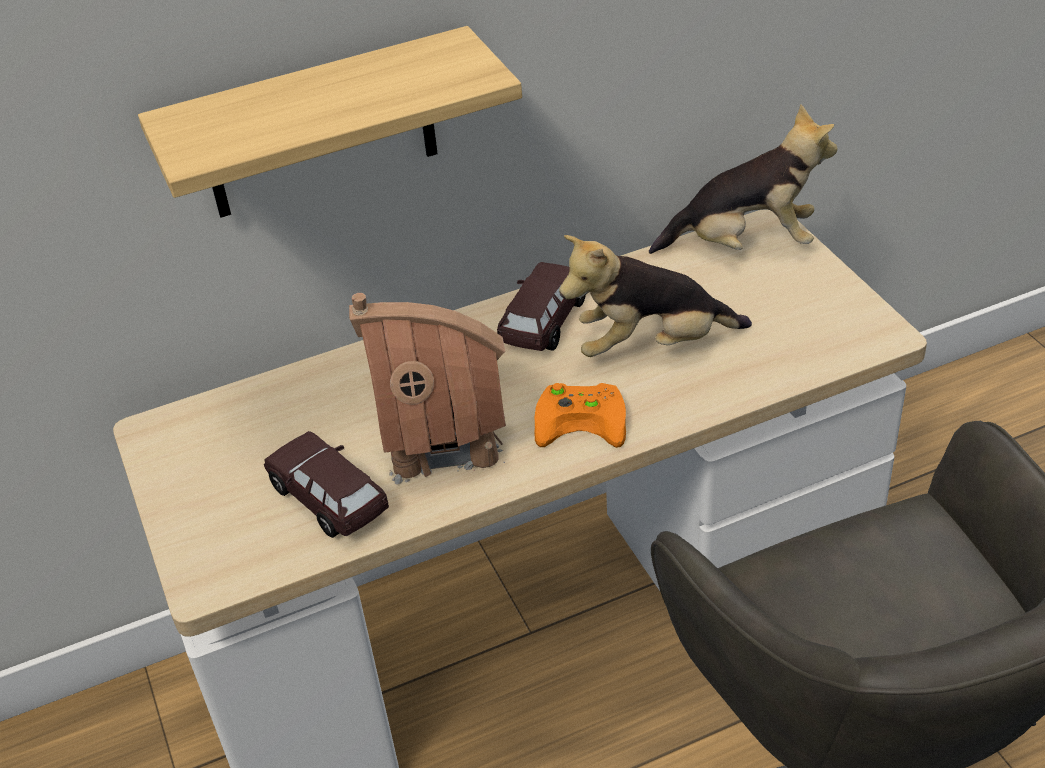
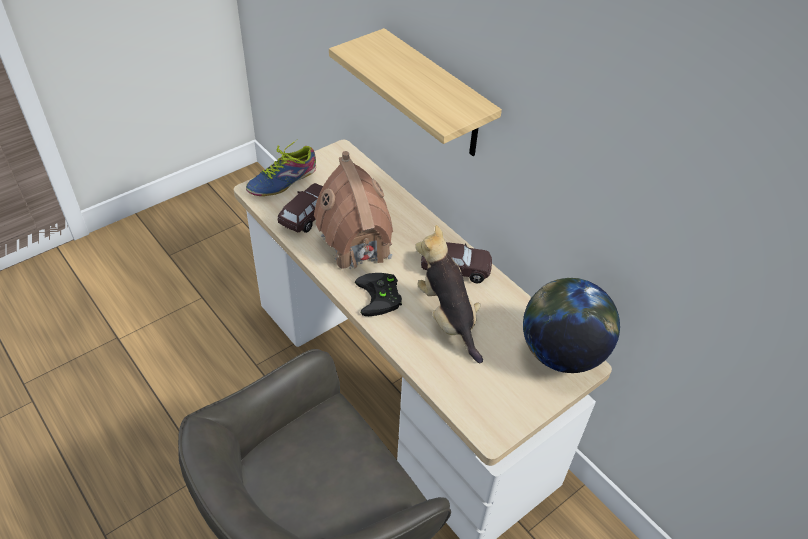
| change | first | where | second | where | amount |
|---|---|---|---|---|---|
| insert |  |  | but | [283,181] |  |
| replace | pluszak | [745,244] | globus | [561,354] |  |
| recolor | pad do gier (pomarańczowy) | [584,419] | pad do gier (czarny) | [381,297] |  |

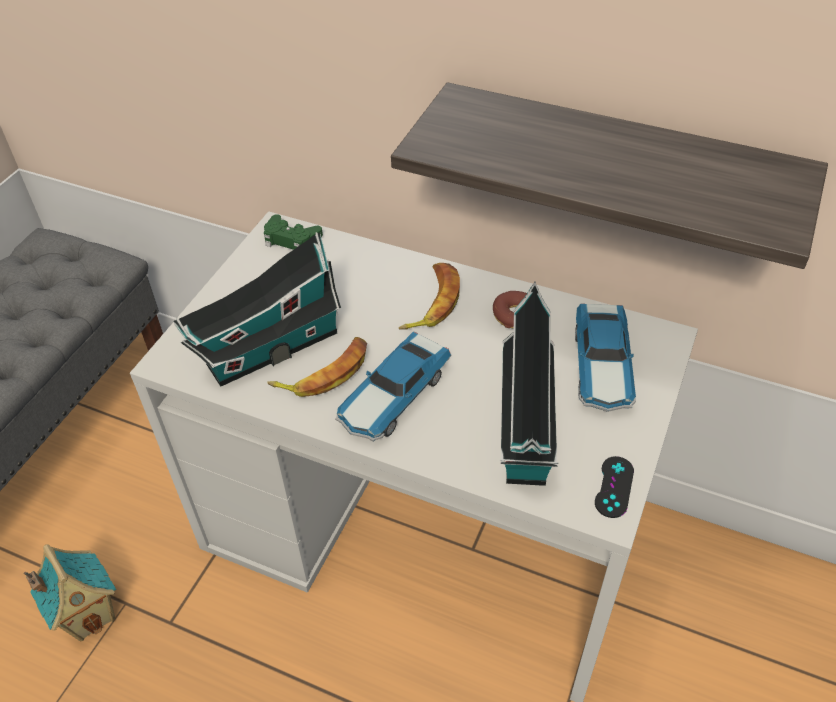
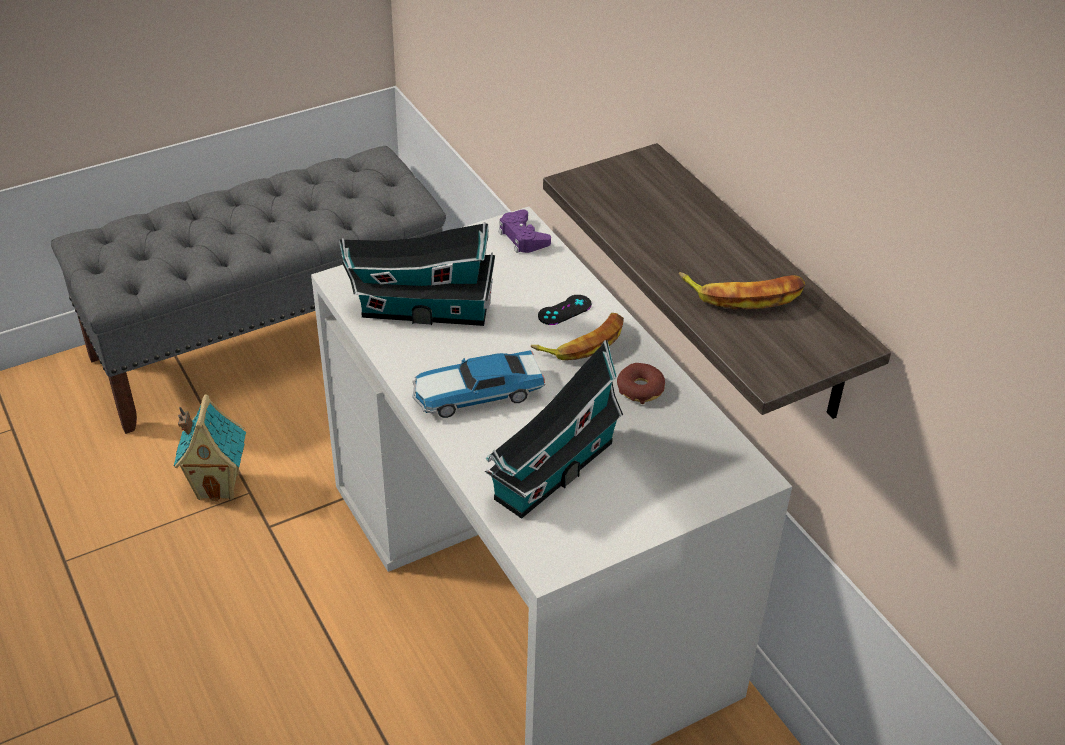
| change | first | where | second | where | amount |
|---|---|---|---|---|---|
| delete | samochodzik | [602,367] |  |  |  |
| move | banan | [325,372] |  | [744,294] |  |
| move | pad do gier (czarny) | [614,487] |  | [564,310] |  |
| recolor | pad do gier (zielony) | [291,240] | pad do gier (fioletowy) | [523,237] |  |

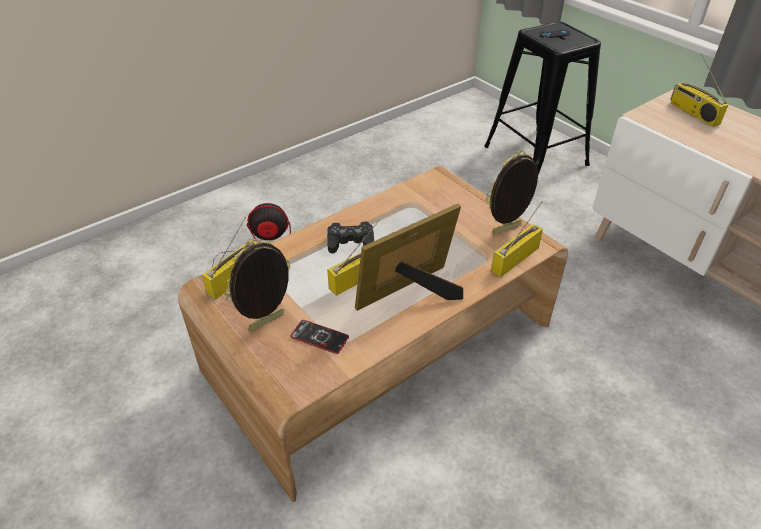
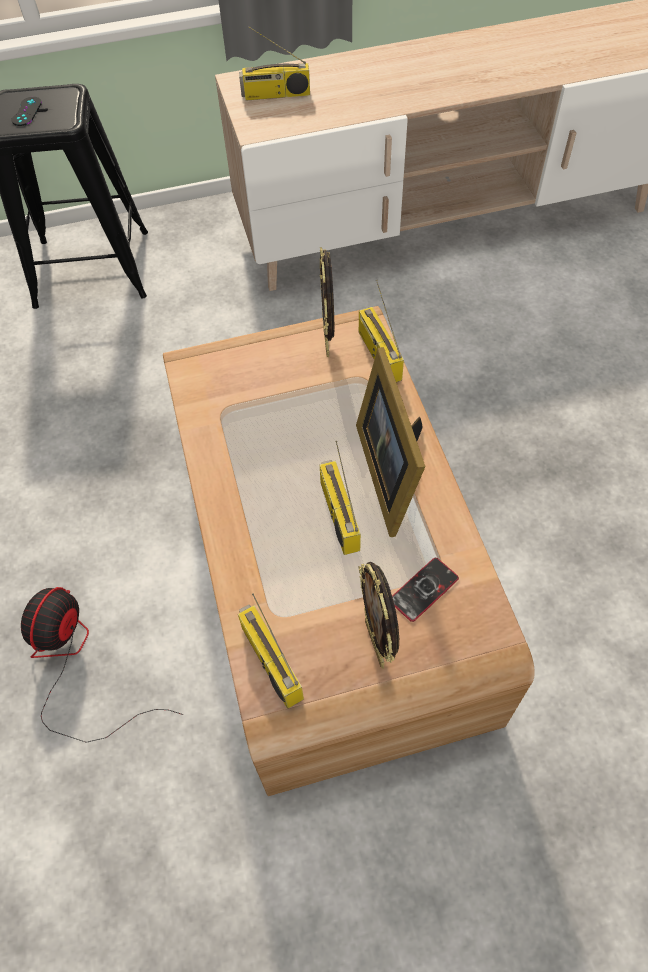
| change | first | where | second | where | amount |
|---|---|---|---|---|---|
| delete | pad do gier (czarny) | [350,242] |  |  |  |

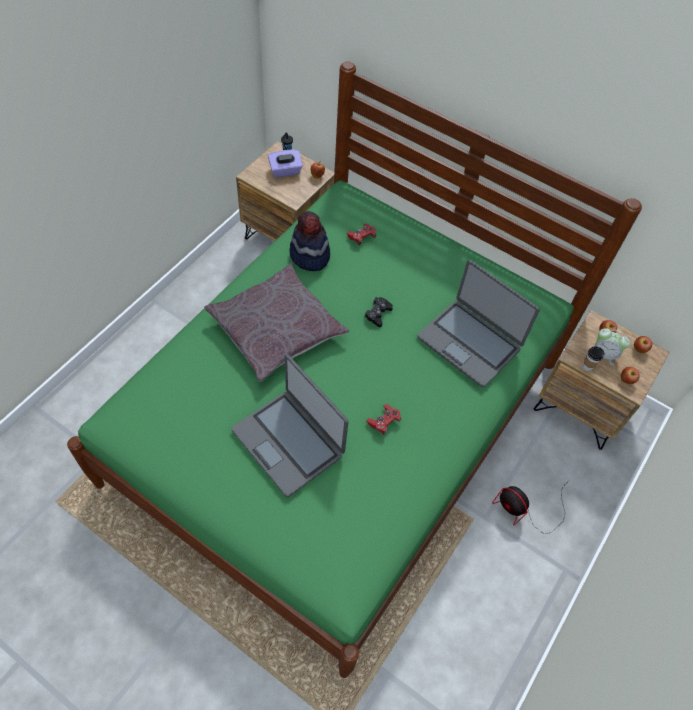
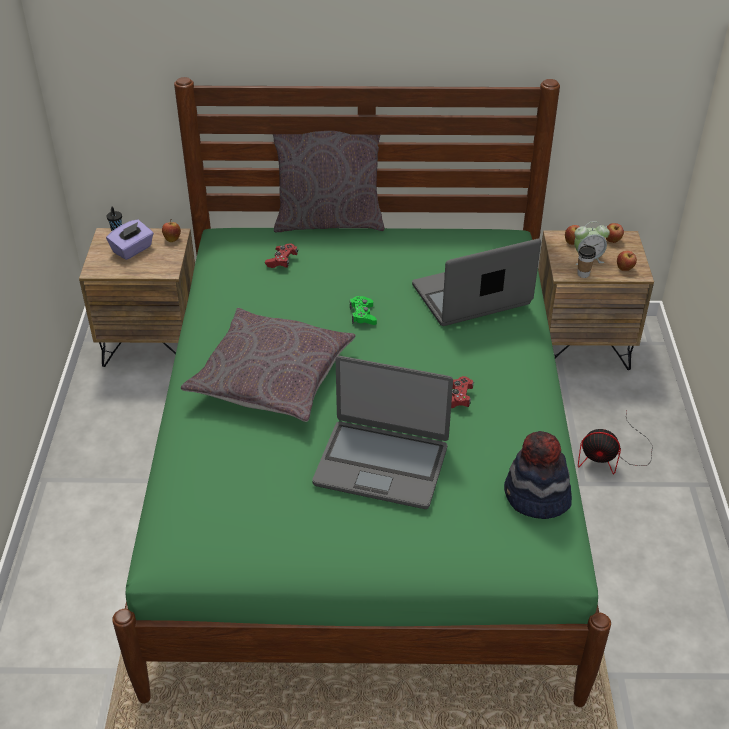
| change | first | where | second | where | amount |
|---|---|---|---|---|---|
| insert |  |  | poduszka (szary) | [329,221] |  |
| move | kapelusz | [309,256] |  | [536,497] |  |
| recolor | pad do gier (czarny) | [378,314] | pad do gier (zielony) | [363,315] |  |
| rotate | laptop | [469,342] |  | [472,296] | 150 degrees clockwise |

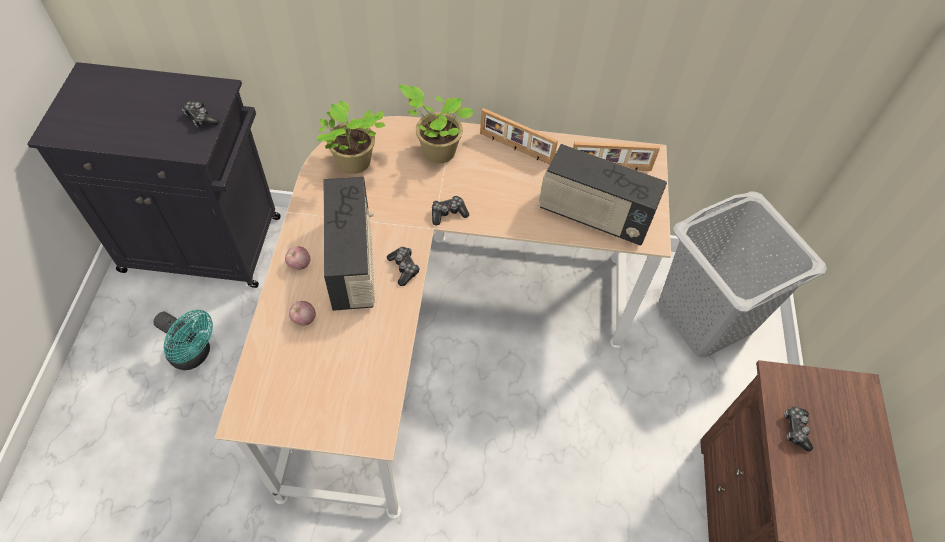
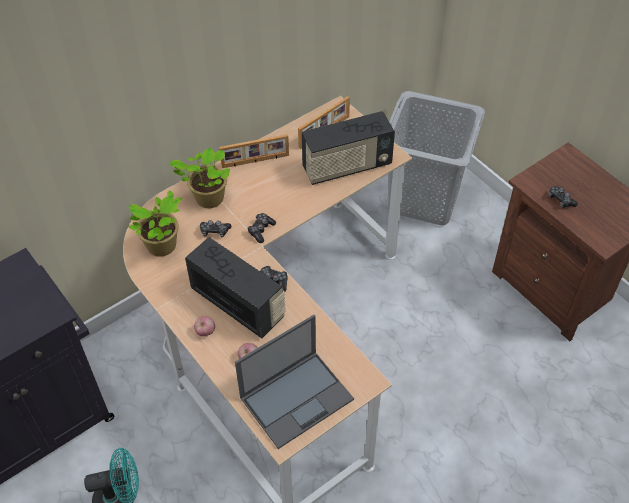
| change | first | where | second | where | amount |
|---|---|---|---|---|---|
| insert |  |  | laptop | [297,397] |  |
| move | pad do gier | [201,118] |  | [214,231] |  |

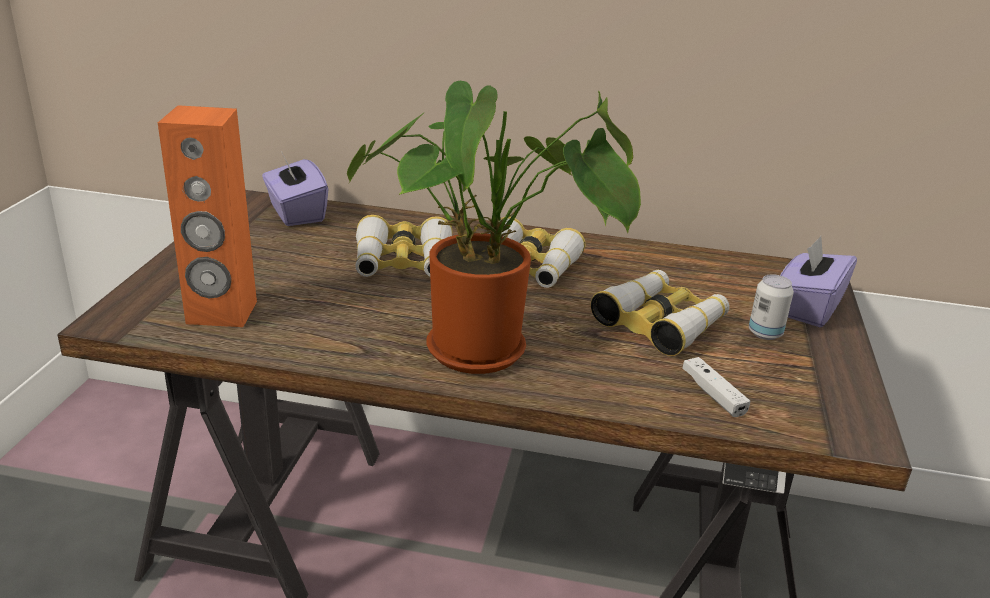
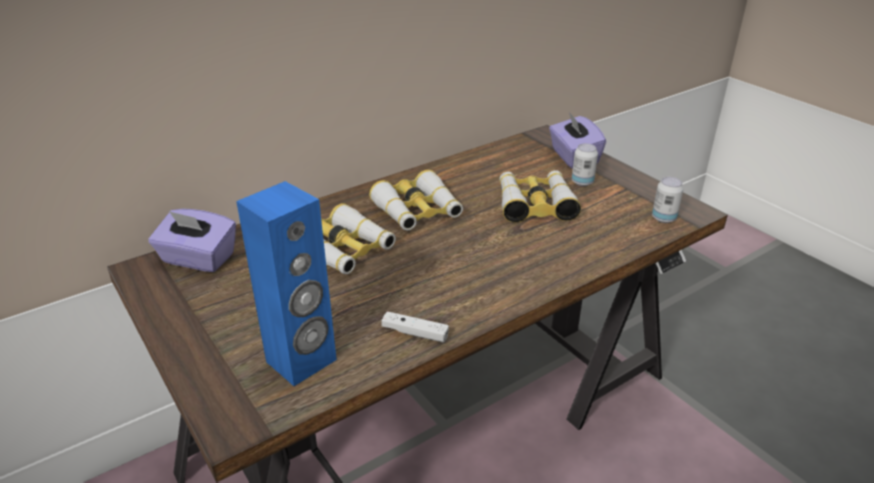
| change | first | where | second | where | amount |
|---|---|---|---|---|---|
| delete | roślina doniczkowa | [488,351] |  |  |  |
| insert |  |  | puszka | [663,218] |  |
| move | pad do gier (biały) | [713,394] |  | [415,333] |  |
| recolor | głośnik (pomarańczowy) | [221,313] | głośnik (niebieski) | [302,361] |  |

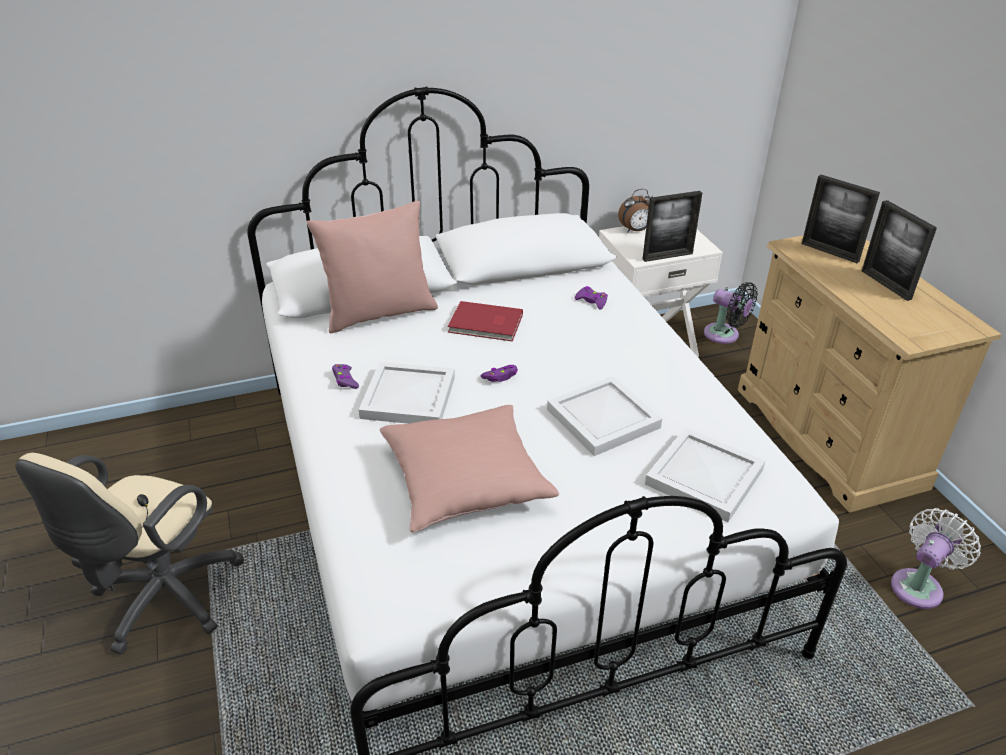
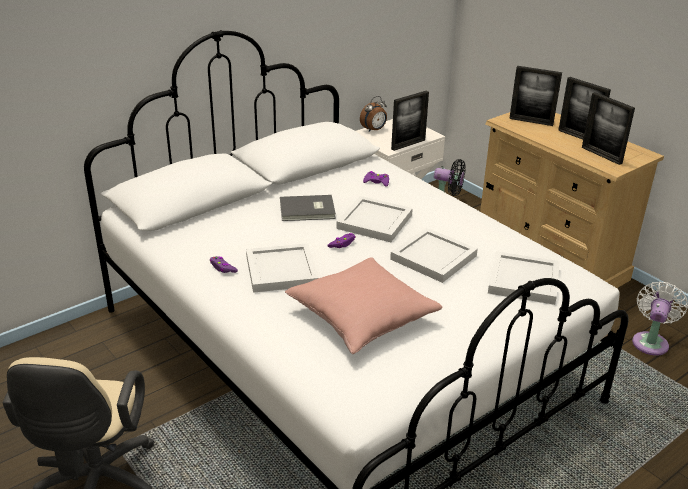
| change | first | where | second | where | amount |
|---|---|---|---|---|---|
| delete | poduszka (różowy) | [379,313] |  |  |  |
| insert |  |  | taca (biały) | [376,221] |  |
| insert |  |  | ramka na zdjęcie | [601,155] |  |
| recolor | książka (czerwony) | [486,324] | książka (szary) | [308,210] |  |

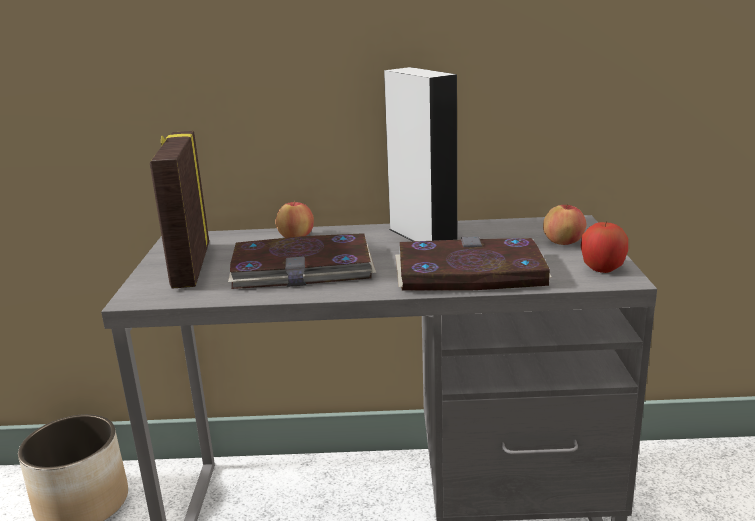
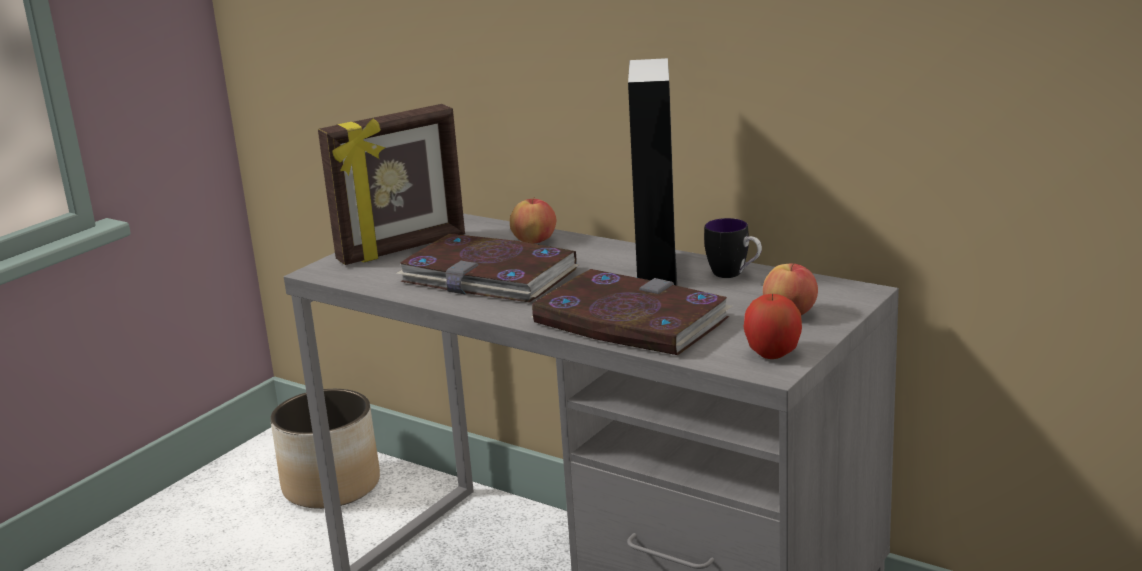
| change | first | where | second | where | amount |
|---|---|---|---|---|---|
| insert |  |  | kubek | [734,275] |  |
| rotate | ramka na zdjęcie | [189,265] |  | [402,249] | 150 degrees counterclockwise |

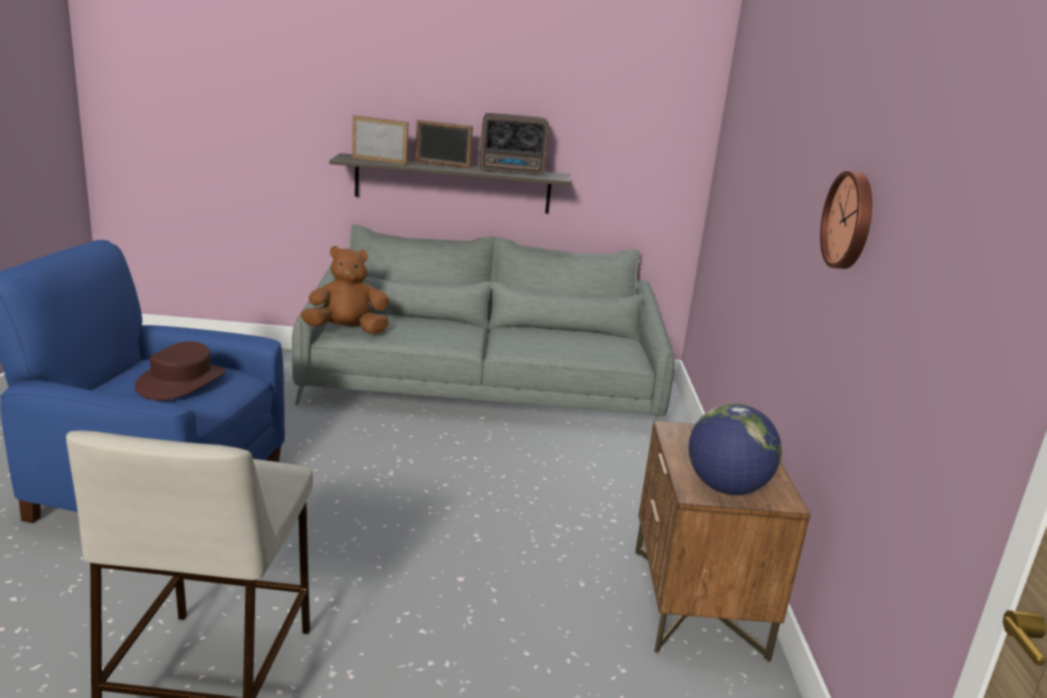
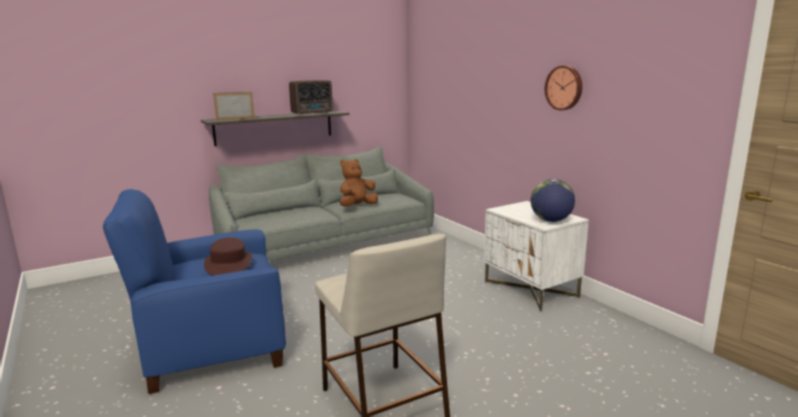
| change | first | where | second | where | amount |
|---|---|---|---|---|---|
| delete | ramka na zdjęcie | [442,164] |  |  |  |
| move | pluszak (brązowy) | [347,330] |  | [357,206] |  |
| recolor | szafka nocna (brązowy) | [697,603] | szafka nocna (biały) | [531,290] |  |

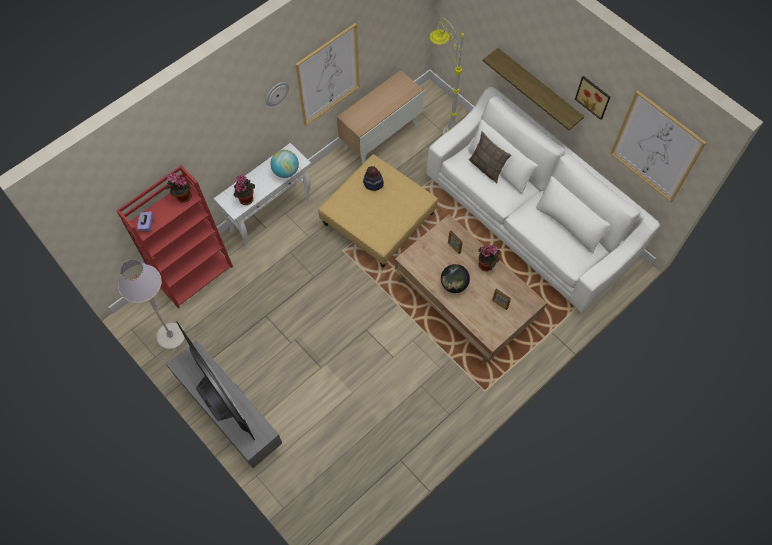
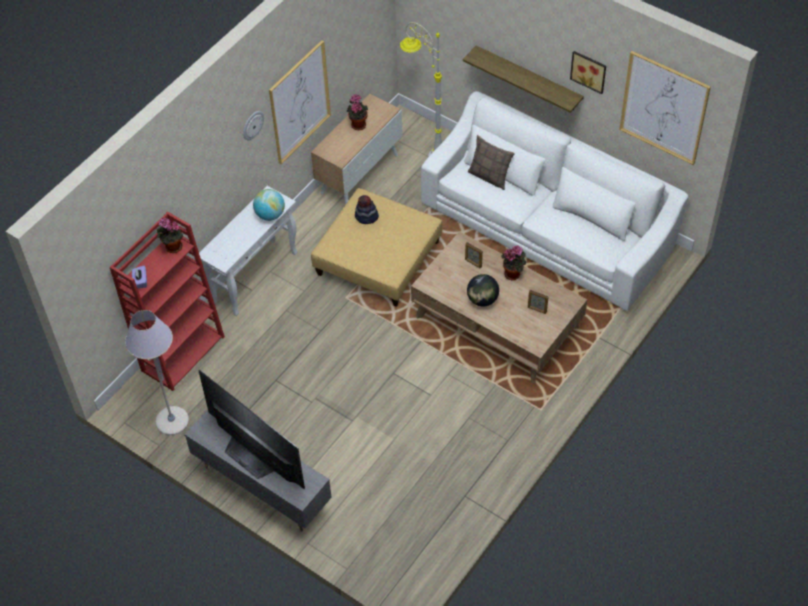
| change | first | where | second | where | amount |
|---|---|---|---|---|---|
| move | roślina doniczkowa | [246,198] |  | [358,124] |  |

